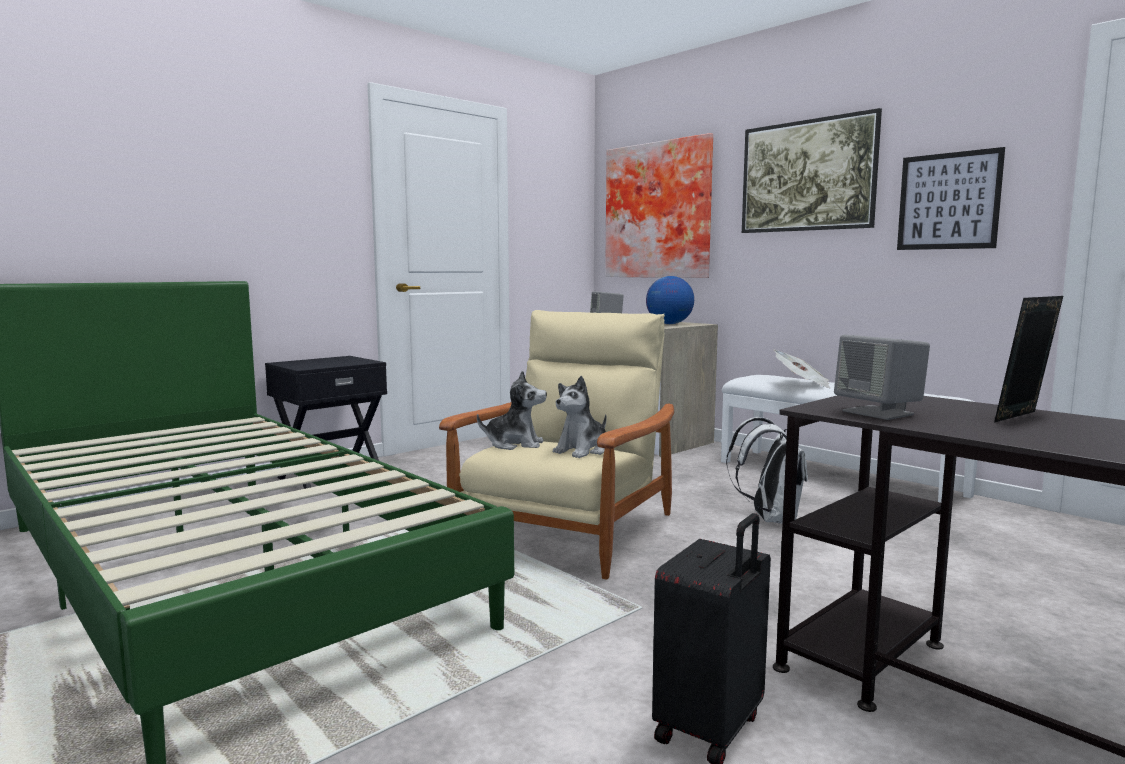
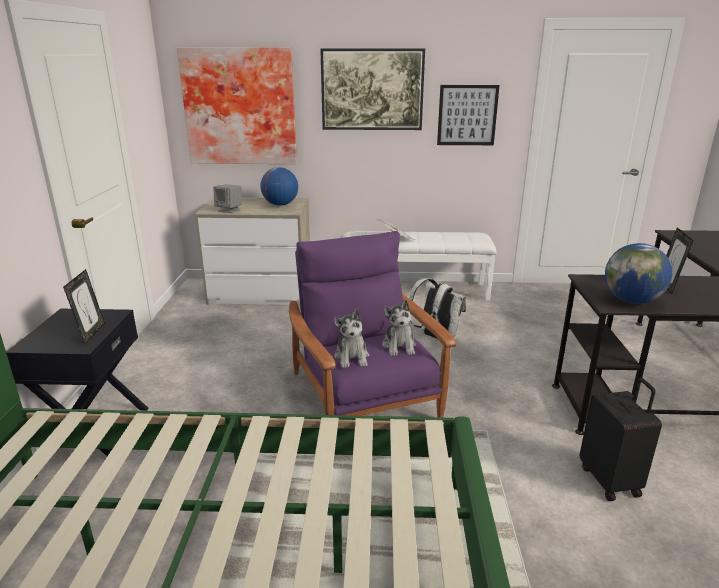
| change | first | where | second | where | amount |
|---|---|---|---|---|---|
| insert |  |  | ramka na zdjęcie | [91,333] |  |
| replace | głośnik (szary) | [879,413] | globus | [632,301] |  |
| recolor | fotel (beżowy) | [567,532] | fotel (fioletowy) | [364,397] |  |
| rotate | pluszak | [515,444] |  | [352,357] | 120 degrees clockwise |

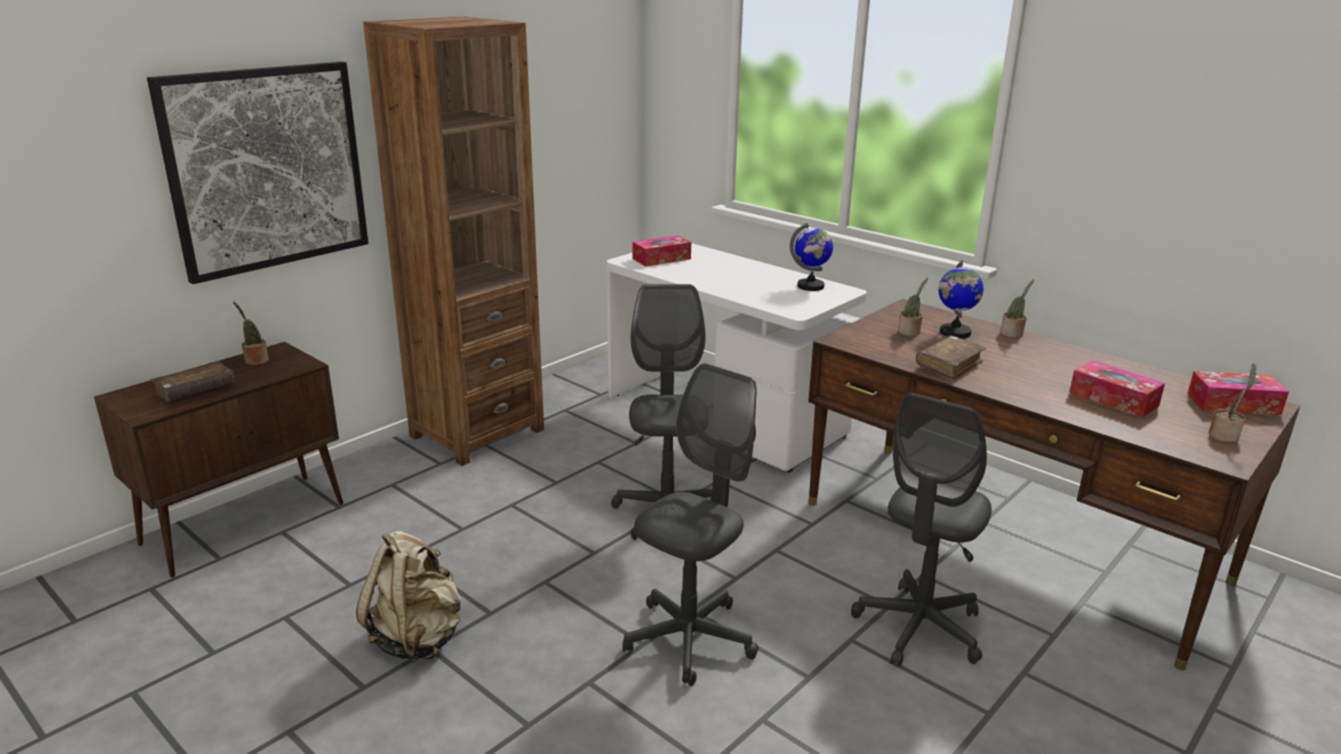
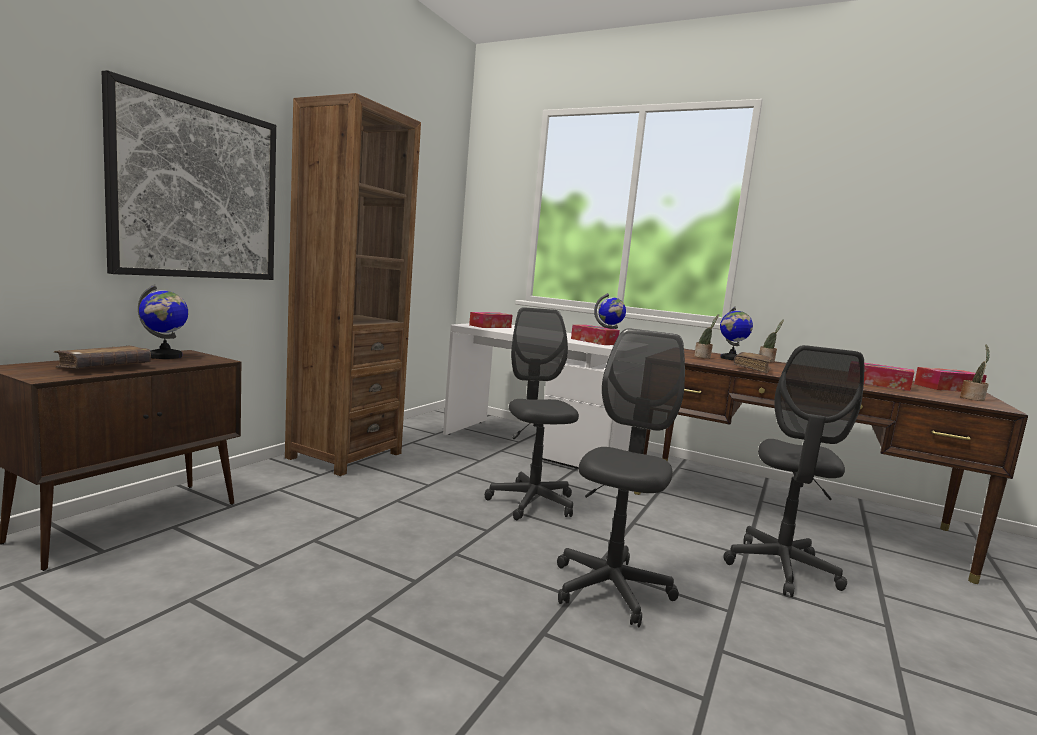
| change | first | where | second | where | amount |
|---|---|---|---|---|---|
| delete | plecak (beżowy) | [418,638] |  |  |  |
| insert |  |  | pudełko chusteczek | [594,341] |  |
| replace | roślina doniczkowa | [255,360] | globus | [165,356] |  |

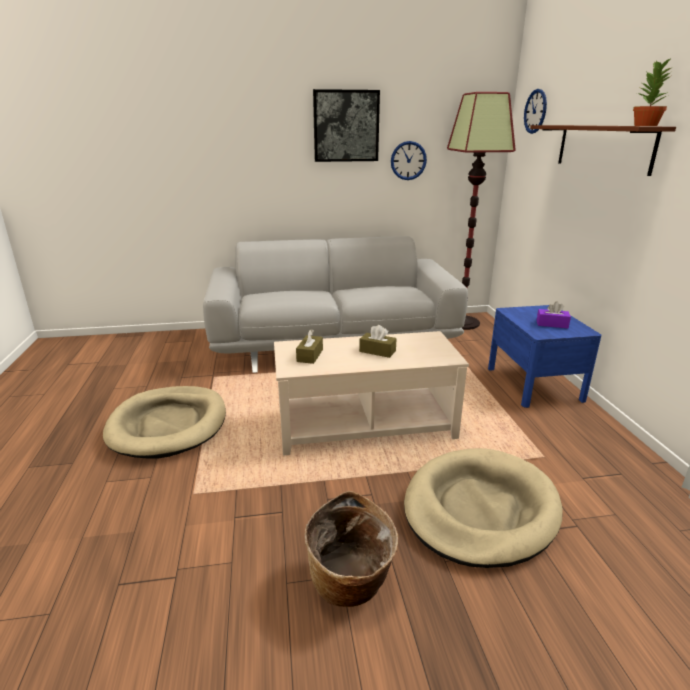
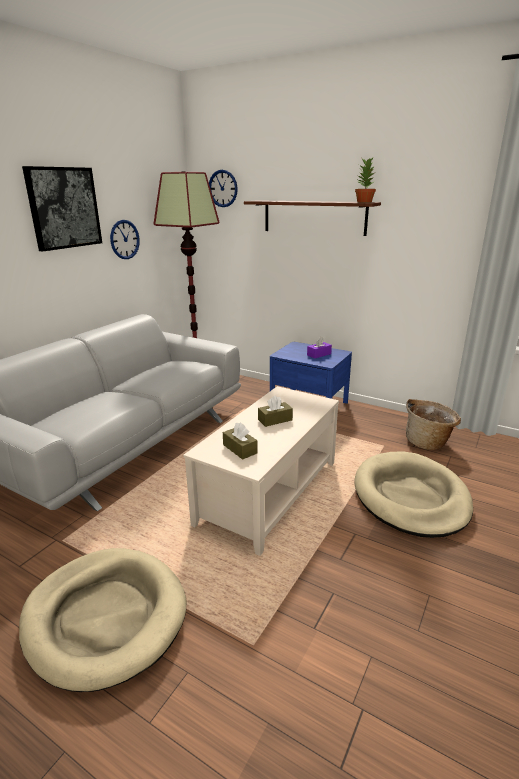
| change | first | where | second | where | amount |
|---|---|---|---|---|---|
| move | koszyk | [351,584] |  | [428,442] |  |

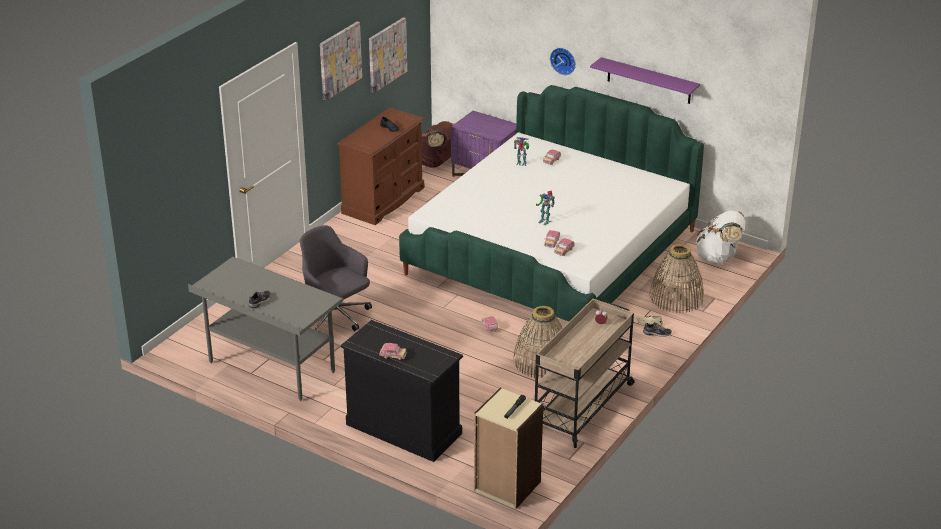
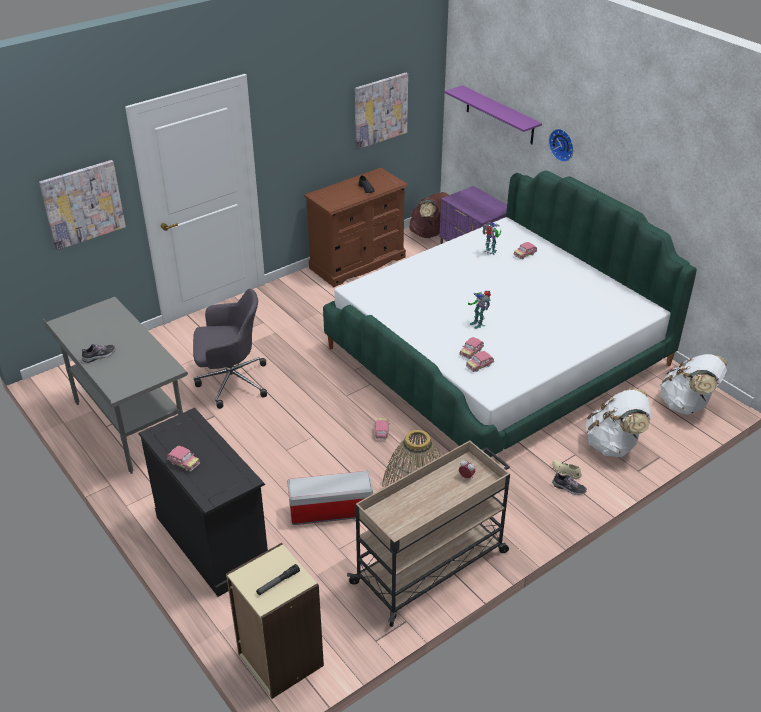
| change | first | where | second | where | amount |
|---|---|---|---|---|---|
| insert |  |  | pojemnik do przechowywania | [330,511] |  |
| move | obraz | [339,60] |  | [83,204] |  |
| move | półka (fioletowy) | [649,81] |  | [499,115] |  |
| replace | koszyk | [676,297] | plecak (biały) | [613,445] |  |
| rotate | krzesło biurowe (szary) | [335,317] |  | [230,381] | 105 degrees clockwise |

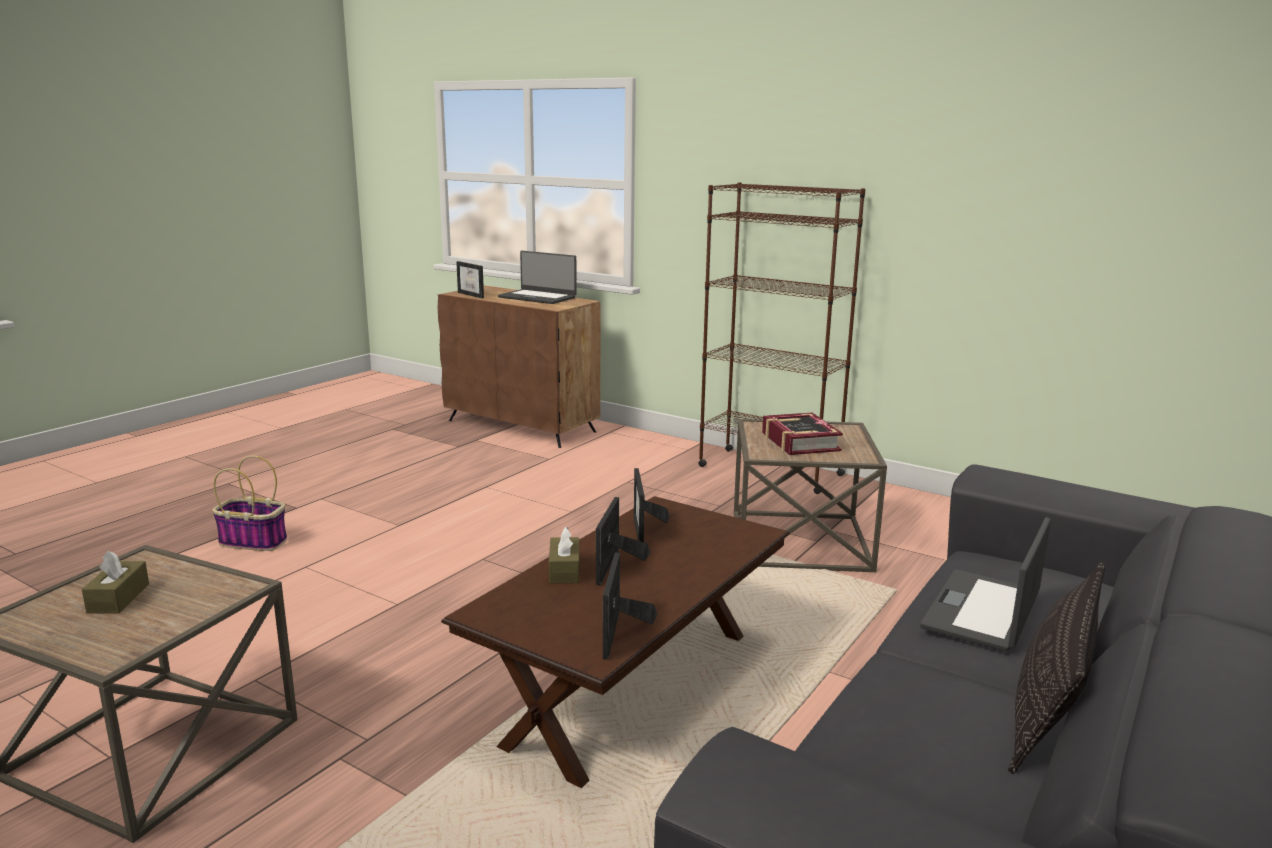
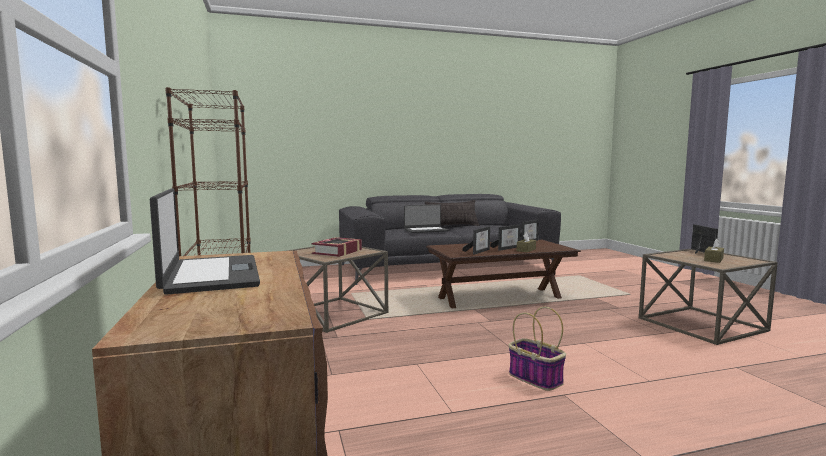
| change | first | where | second | where | amount |
|---|---|---|---|---|---|
| move | koszyk | [254,542] |  | [534,378] |  |
| move | ramka na zdjęcie | [474,295] |  | [699,252] |  |

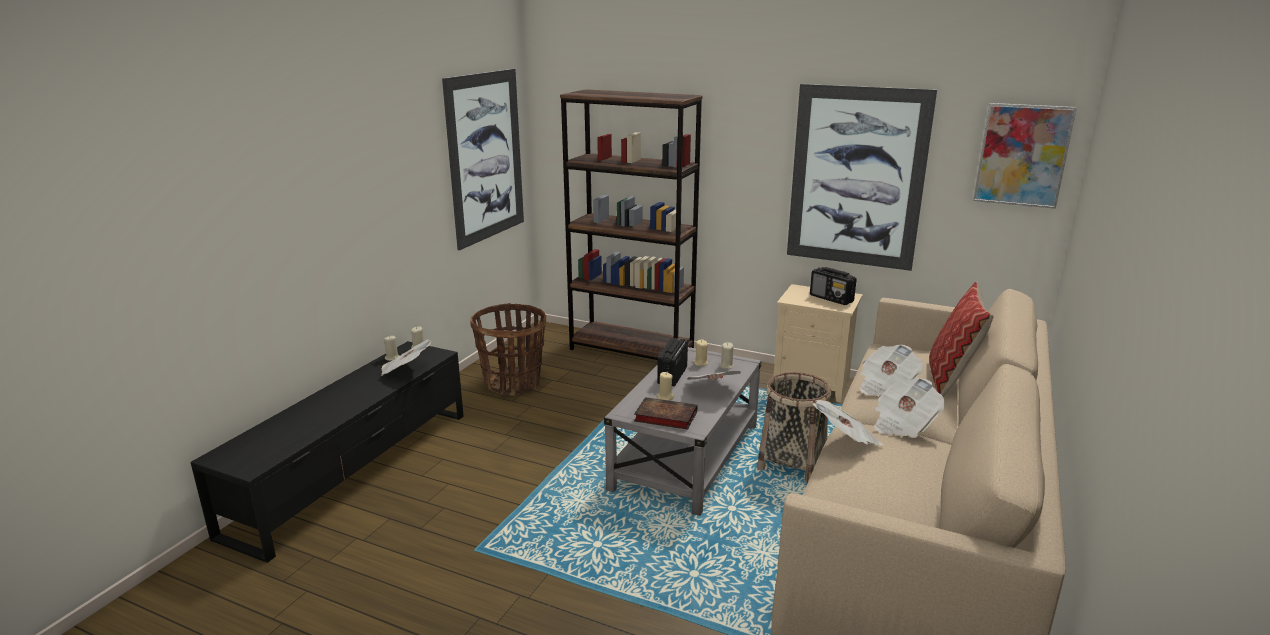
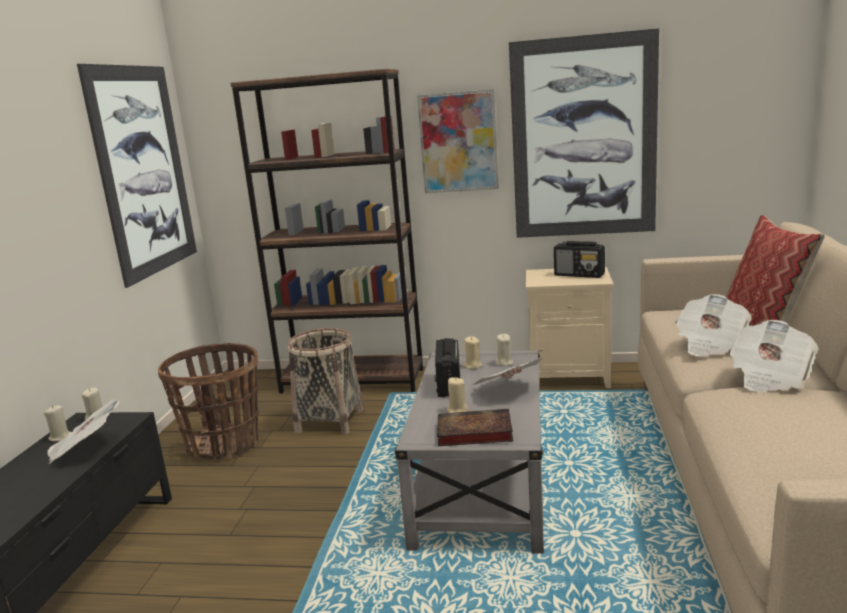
| change | first | where | second | where | amount |
|---|---|---|---|---|---|
| delete | gazeta | [846,440] |  |  |  |
| move | koszyk | [791,463] |  | [329,421] |  |
| move | obraz | [1022,155] |  | [458,142] |  |

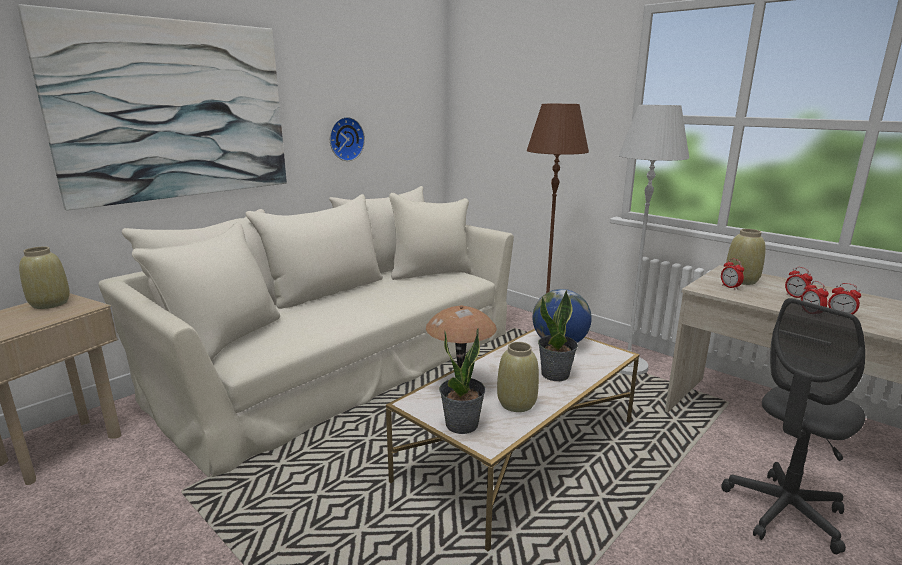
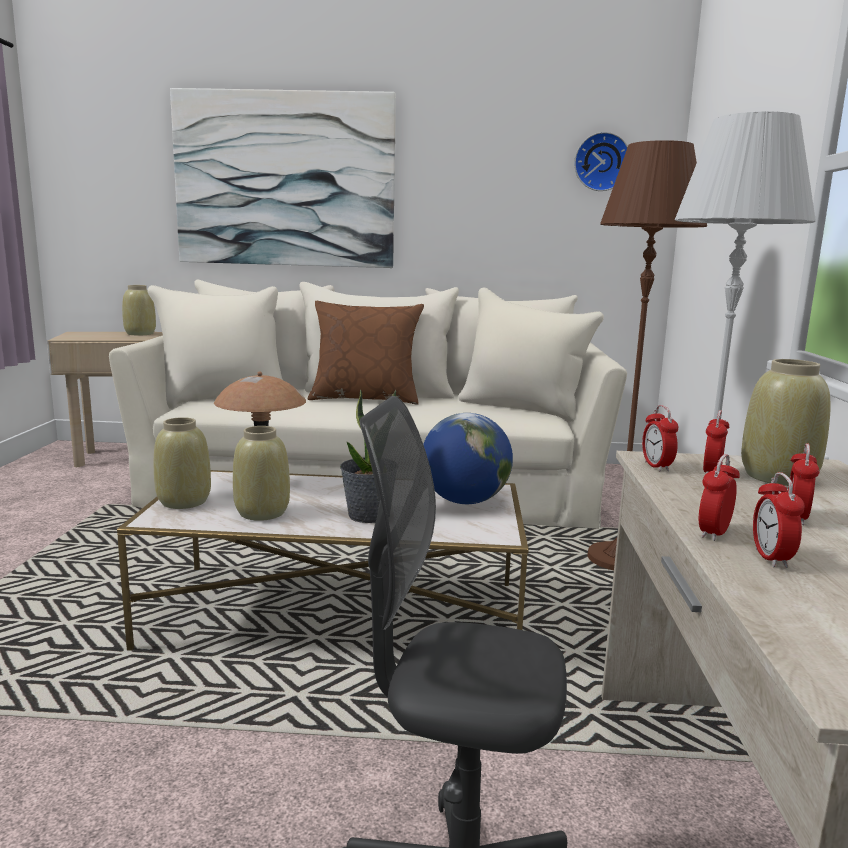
| change | first | where | second | where | amount |
|---|---|---|---|---|---|
| insert |  |  | poduszka (brązowy) | [365,398] |  |
| insert |  |  | budzik | [656,466] |  |
| move | zegar ścienny | [345,139] |  | [601,162] |  |
| replace | roślina doniczkowa | [462,424] | wazon (beżowy) | [184,501] |  |

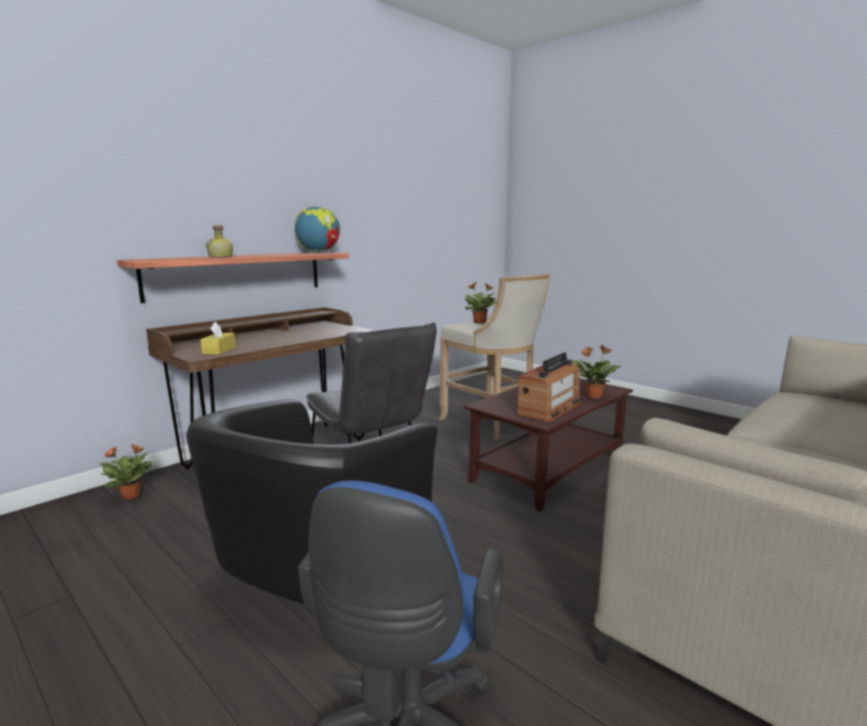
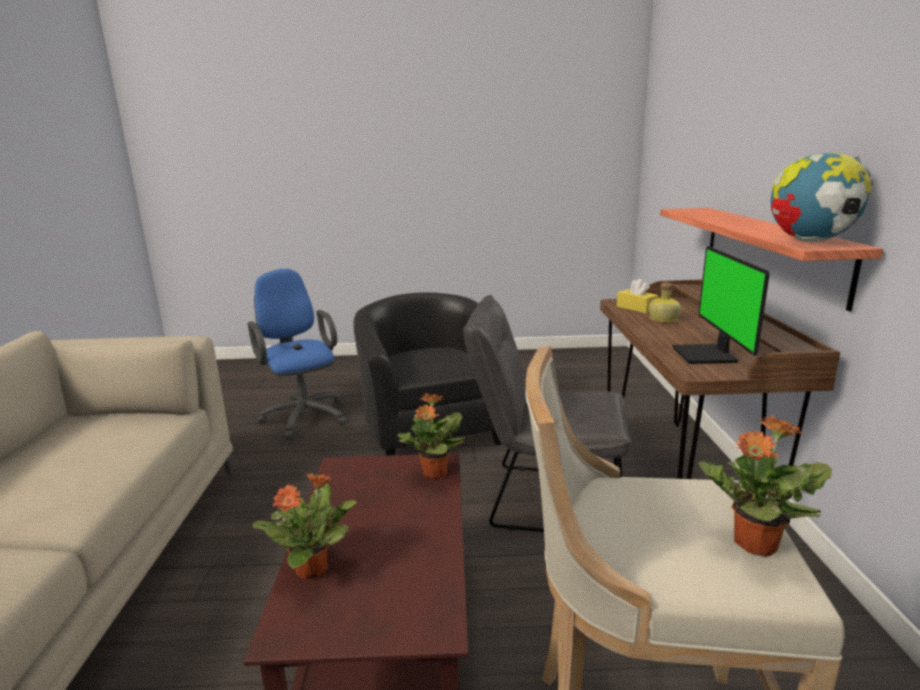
| change | first | where | second | where | amount |
|---|---|---|---|---|---|
| delete | radio | [549,409] |  |  |  |
| insert |  |  | monitor | [707,355] |  |
| move | roślina doniczkowa | [132,496] |  | [434,473] |  |
| move | butelka | [221,256] |  | [663,319] |  |

